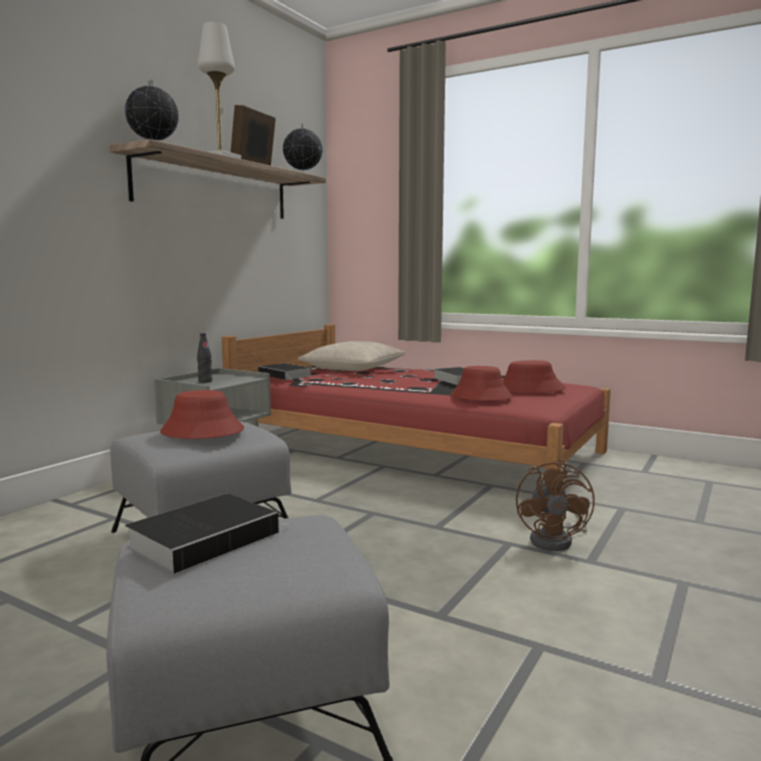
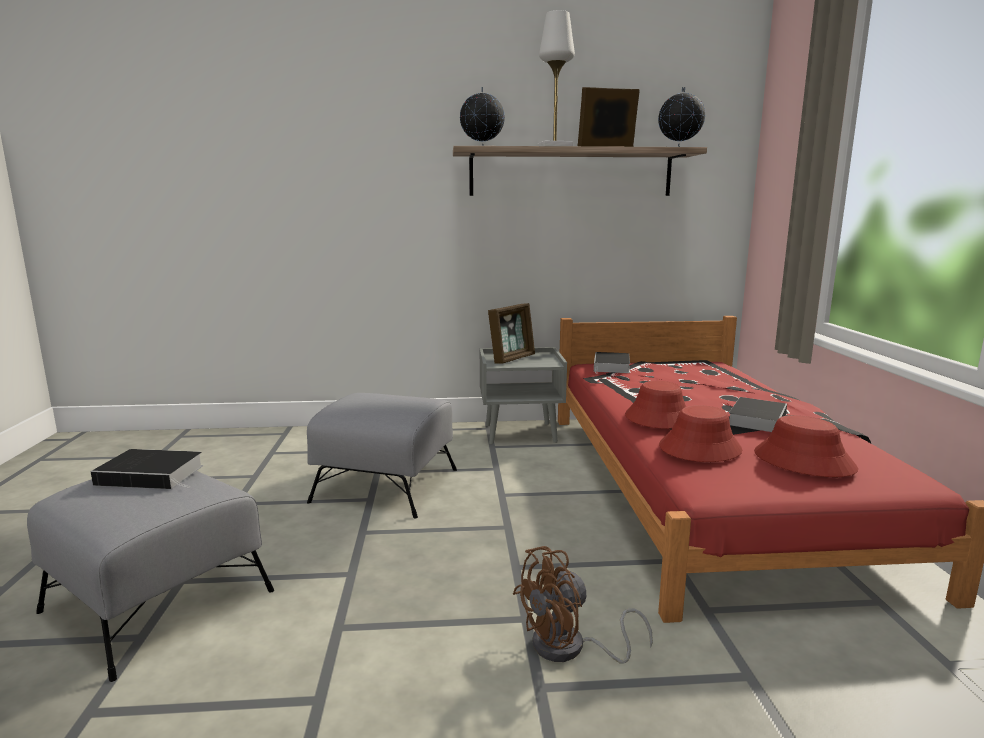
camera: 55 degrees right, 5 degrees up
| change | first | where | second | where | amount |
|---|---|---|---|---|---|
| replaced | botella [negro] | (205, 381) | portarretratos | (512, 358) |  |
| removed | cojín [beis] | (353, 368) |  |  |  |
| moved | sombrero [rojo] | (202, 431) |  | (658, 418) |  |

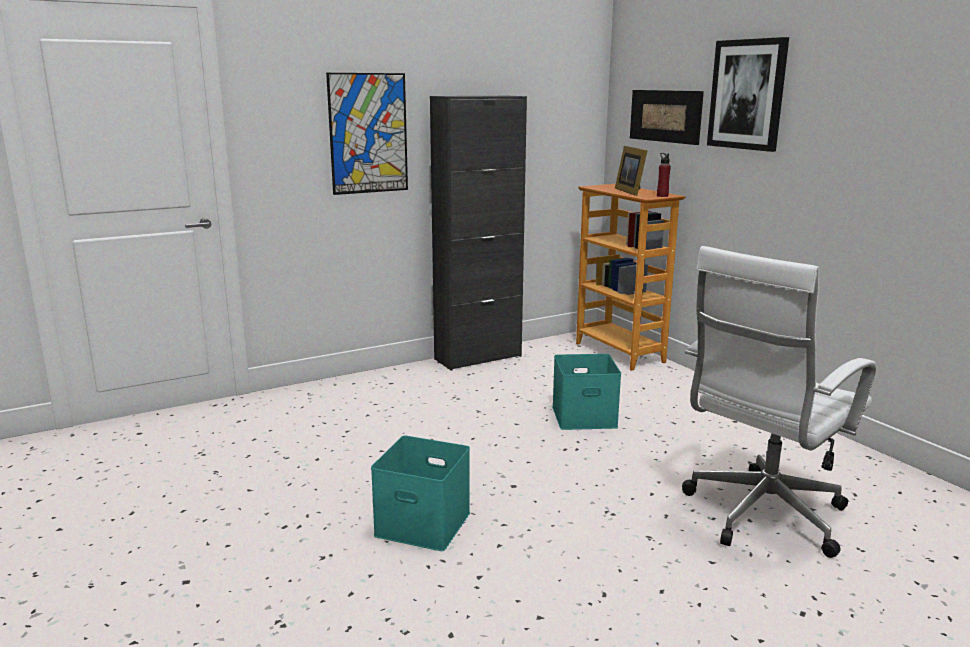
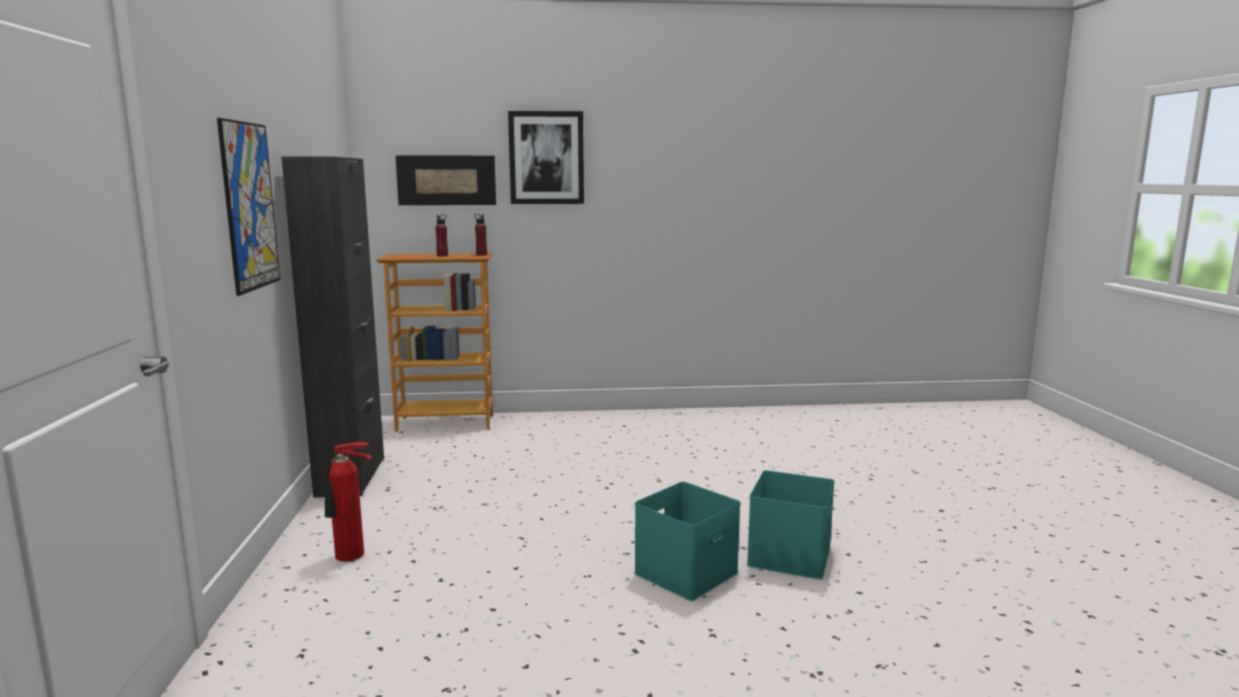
camera: 65 degrees left, 5 degrees down
| change | first | where | second | where | amount |
|---|---|---|---|---|---|
| replaced | portarretratos | (631, 191) | botella [rojo] | (442, 256) |  |
| removed | silla de oficina [blanco] | (760, 517) |  |  |  |
| moved | caja de almacenaje [turquesa] | (583, 417) |  | (791, 557) |  |
| added |  |  | extintor | (350, 556) |  |

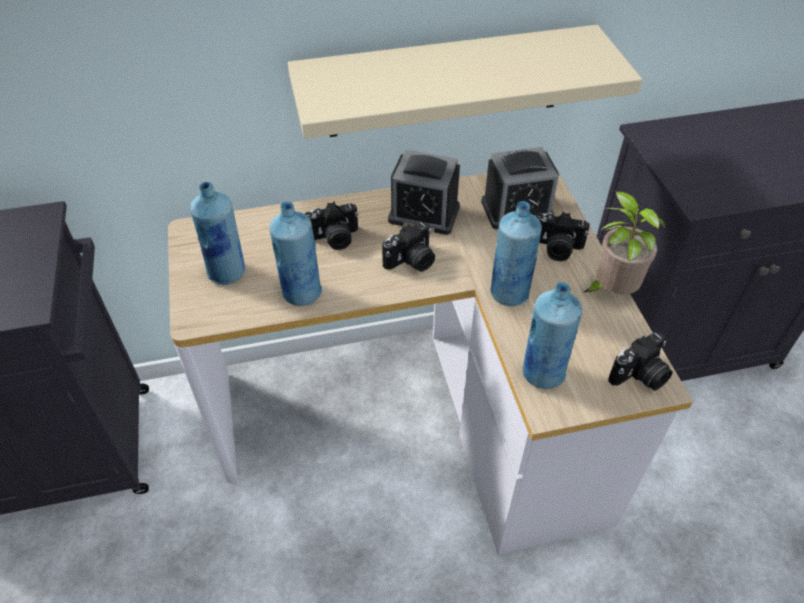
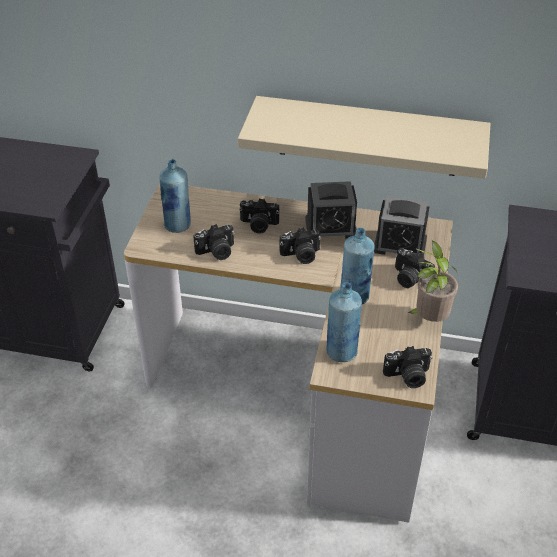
camera: 25 degrees right, 5 degrees down
| change | first | where | second | where | amount |
|---|---|---|---|---|---|
| turned | despertador | (424, 214) |  | (330, 227) | 45 degrees counterclockwise |
| replaced | botella [azul] | (301, 293) | cámara | (216, 252) |  |

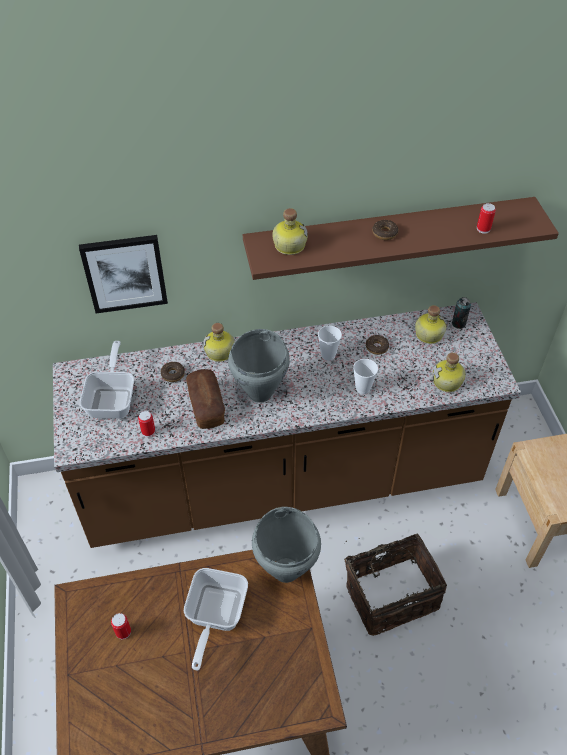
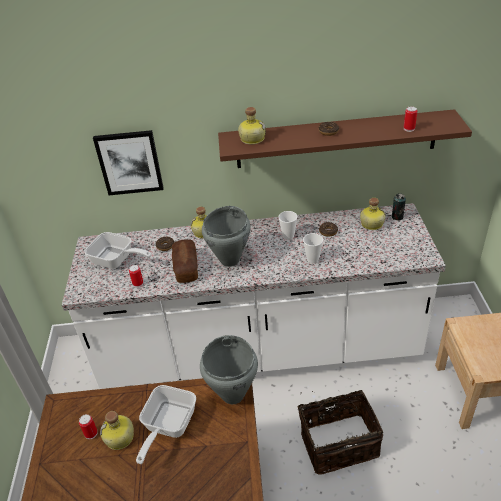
camera: 10 degrees right, 10 degrees down
| change | first | where | second | where | amount |
|---|---|---|---|---|---|
| recoloured | mueble bajo de cocina [marrón] | (283, 483) | mueble bajo de cocina [blanco] | (259, 351) |  |
| turned | sartén | (113, 398) |  | (116, 261) | 105 degrees clockwise |
| moved | botella | (447, 382) |  | (120, 438) |  |

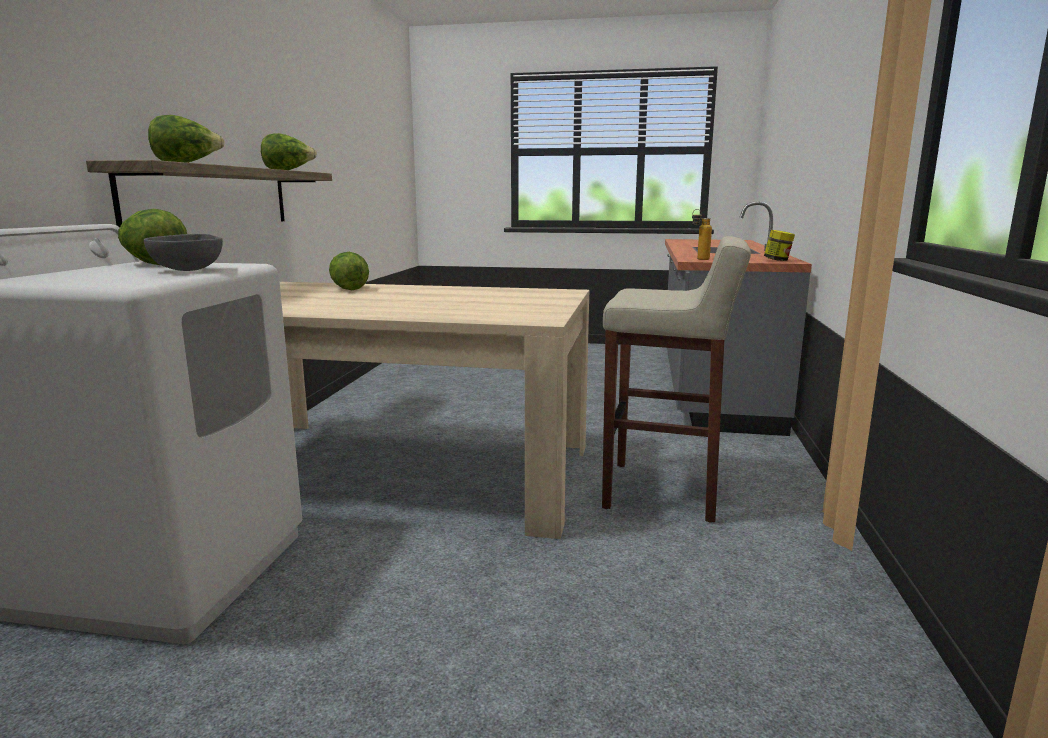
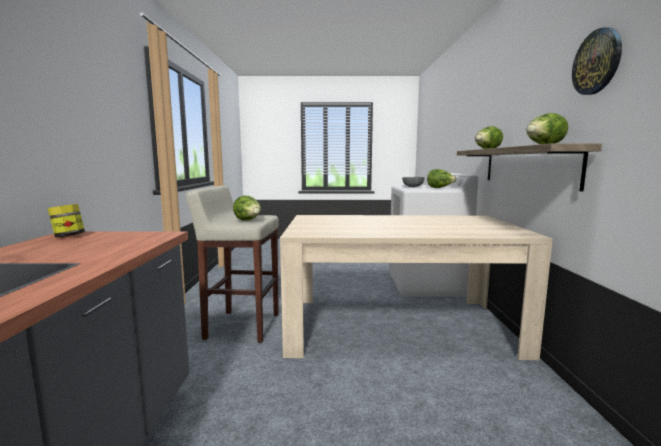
camera: 170 degrees right, 5 degrees down
| change | first | where | second | where | amount |
|---|---|---|---|---|---|
| removed | botella | (698, 259) |  |  |  |
| moved | lechuga | (348, 289) |  | (248, 221) |  |
| added |  |  | reloj de pared | (597, 62) |  |

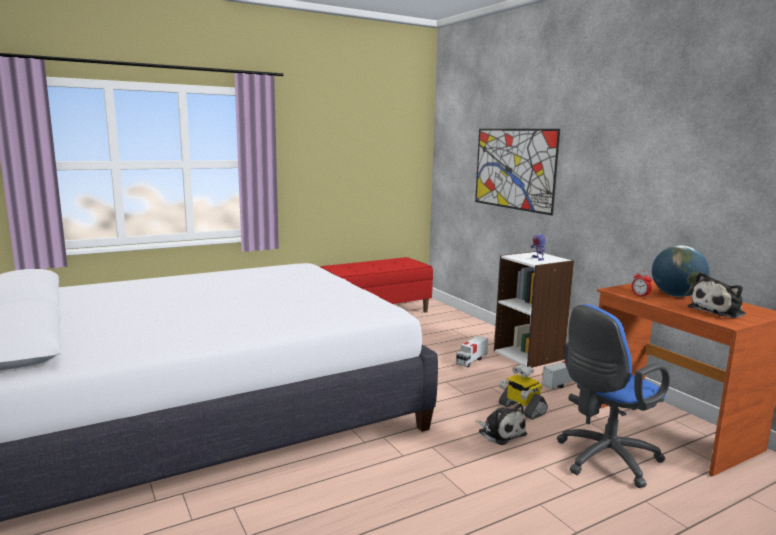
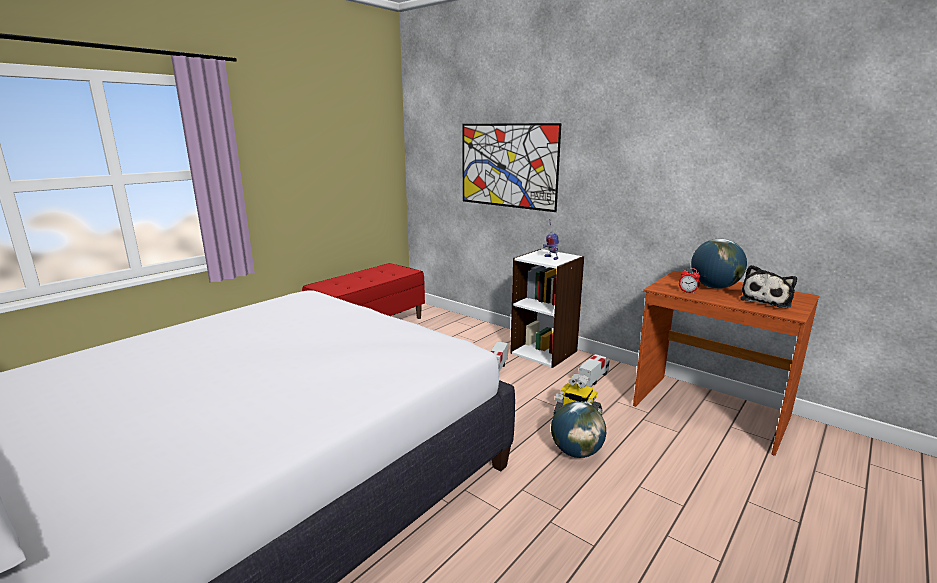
camera: 20 degrees left, 5 degrees up
| change | first | where | second | where | amount |
|---|---|---|---|---|---|
| removed | silla de oficina [azul] | (603, 460) |  |  |  |
| replaced | peluche | (500, 432) | globo terráqueo | (576, 452) |  |

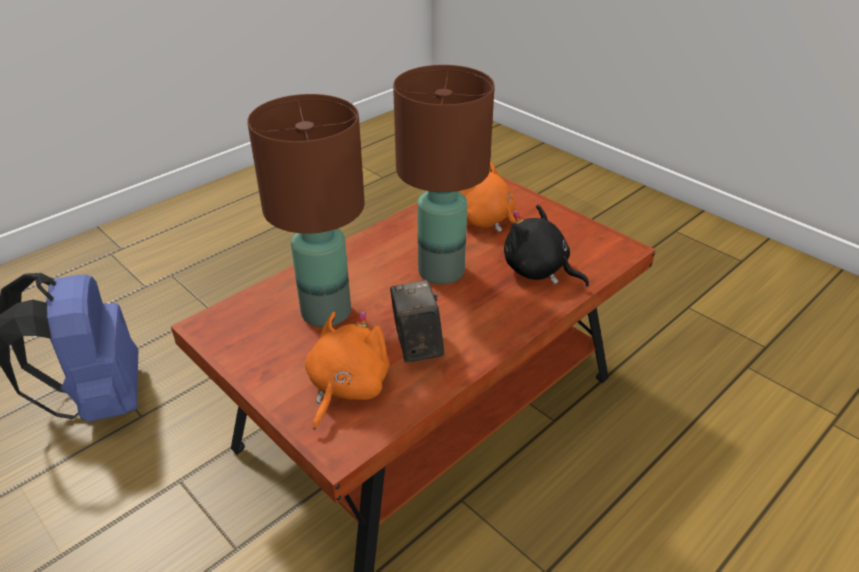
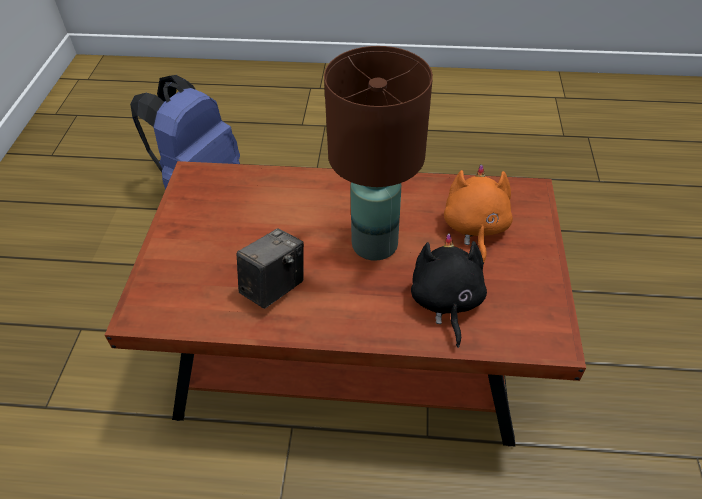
camera: 50 degrees right, 10 degrees up
| change | first | where | second | where | amount |
|---|---|---|---|---|---|
| removed | lámpara de mesa [marrón] | (325, 311) |  |  |  |
| removed | peluche [naranja] | (346, 387) |  |  |  |

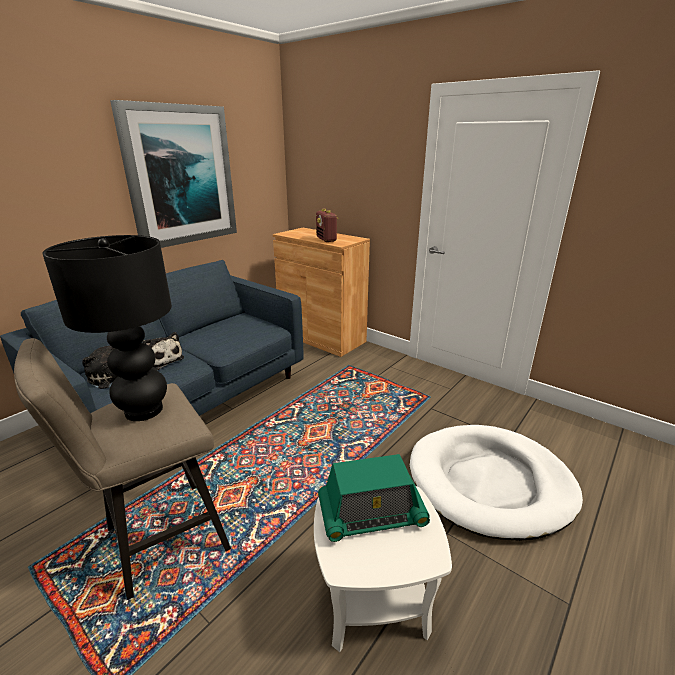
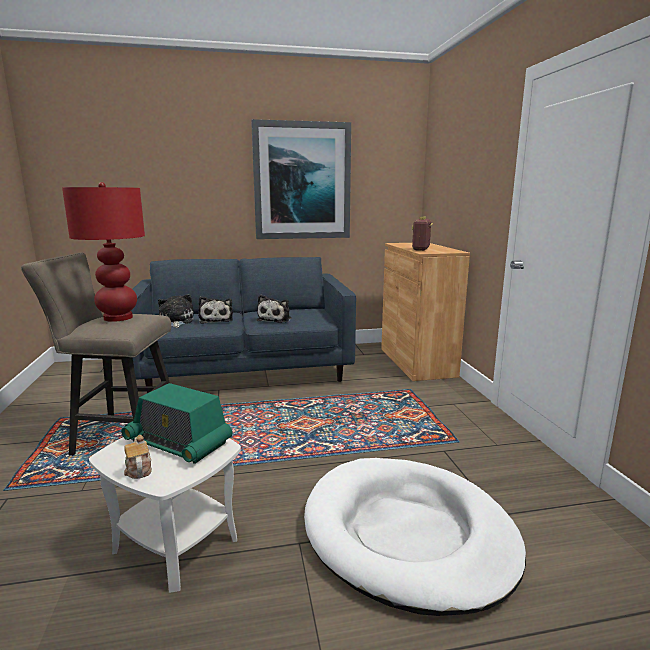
camera: 40 degrees right, 10 degrees down
| change | first | where | second | where | amount |
|---|---|---|---|---|---|
| recoloured | lámpara de mesa [negro] | (143, 410) | lámpara de mesa [rojo] | (118, 318) |  |
| added |  |  | peluche | (275, 319) |  |
| added |  |  | tetera | (138, 469) |  |

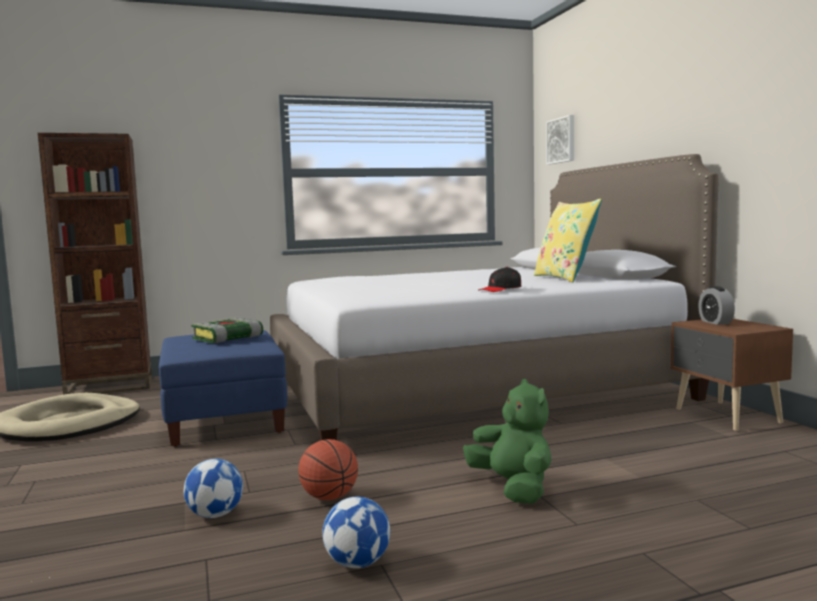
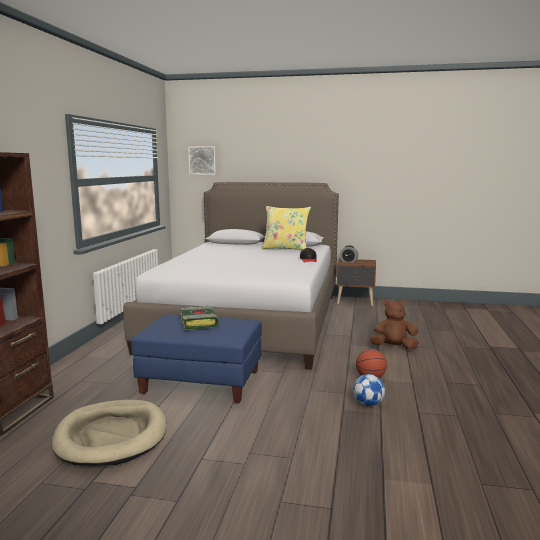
camera: 60 degrees left, 5 degrees up
| change | first | where | second | where | amount |
|---|---|---|---|---|---|
| recoloured | peluche [verde] | (513, 488) | peluche [marrón] | (393, 347) |  |
| removed | balón de fútbol | (357, 563) |  |  |  |

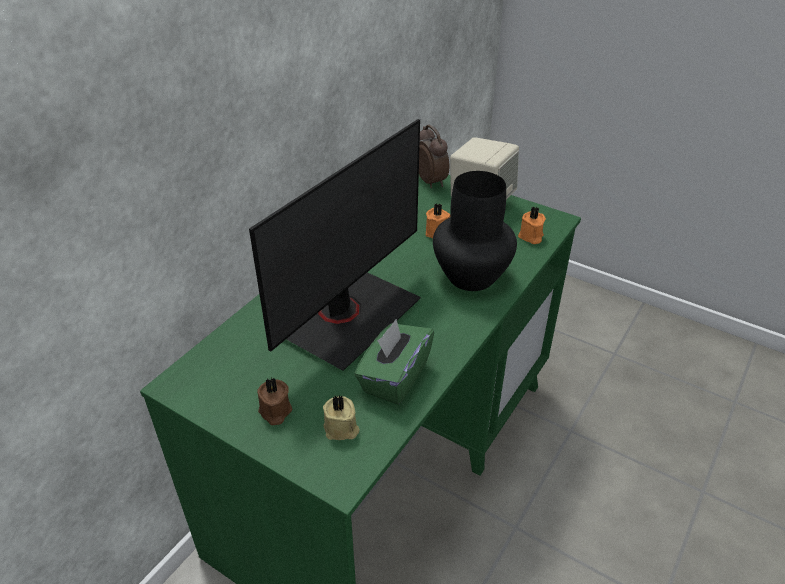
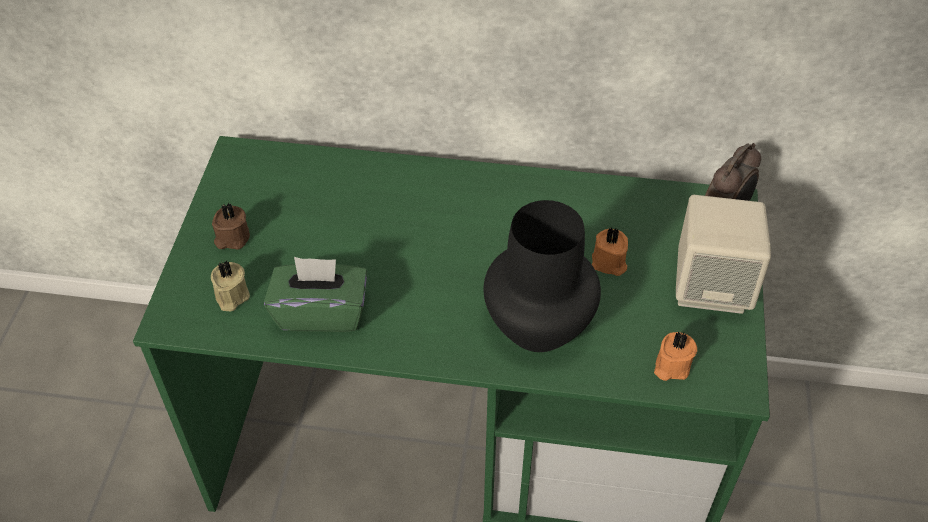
camera: 65 degrees right, 10 degrees up
| change | first | where | second | where | amount |
|---|---|---|---|---|---|
| removed | monitor | (347, 316) |  |  |  |

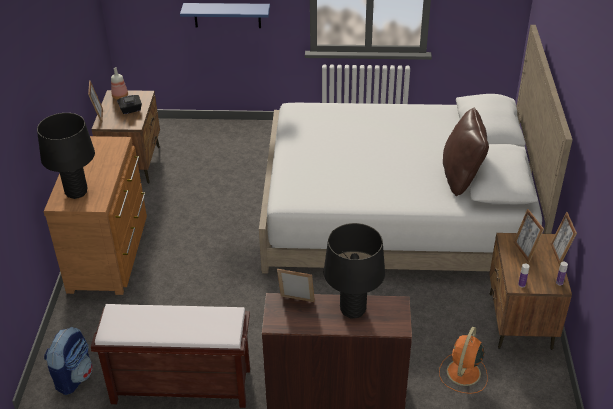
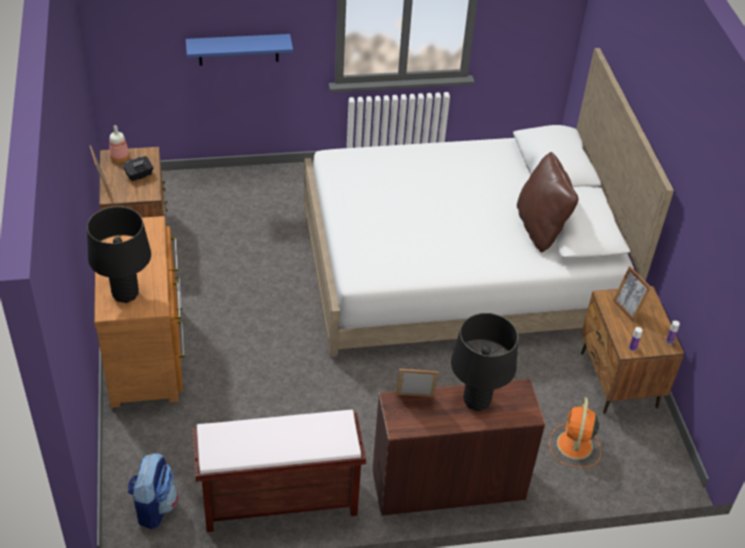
camera: 15 degrees left, 5 degrees up
| change | first | where | second | where | amount |
|---|---|---|---|---|---|
| removed | portarretratos | (559, 254) |  |  |  |

